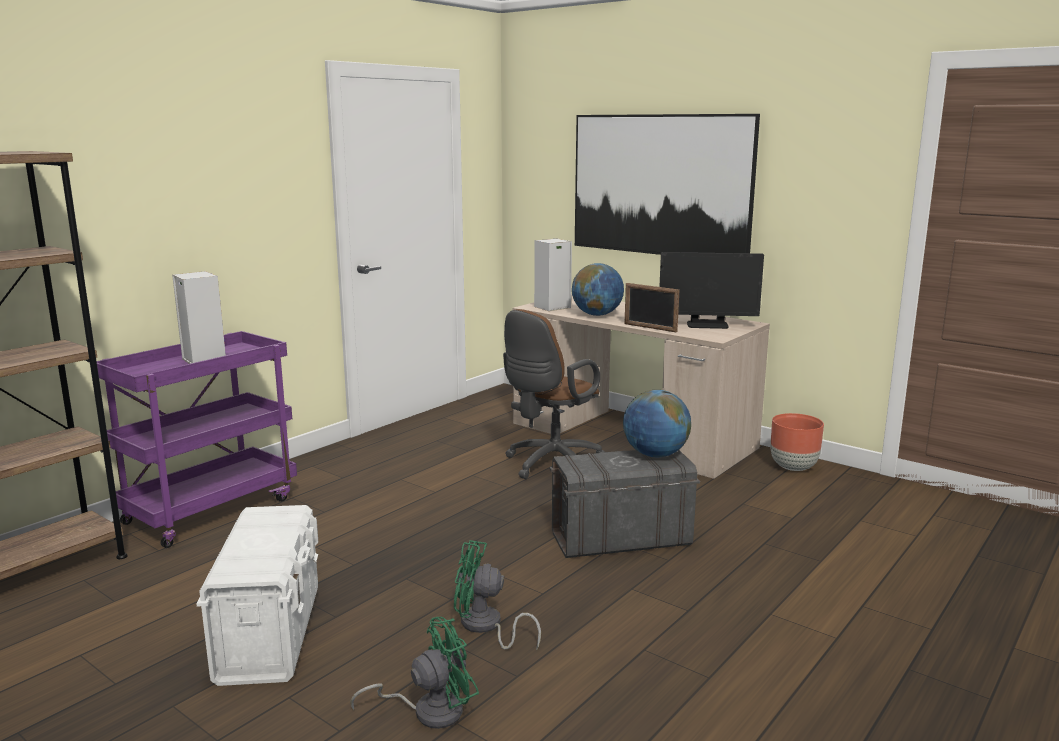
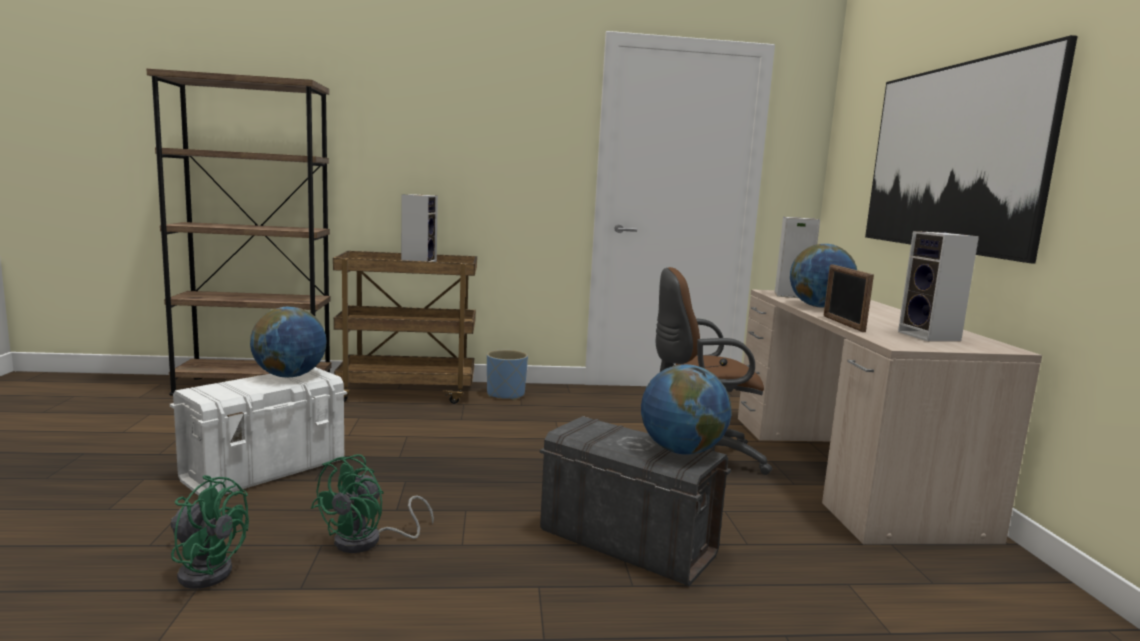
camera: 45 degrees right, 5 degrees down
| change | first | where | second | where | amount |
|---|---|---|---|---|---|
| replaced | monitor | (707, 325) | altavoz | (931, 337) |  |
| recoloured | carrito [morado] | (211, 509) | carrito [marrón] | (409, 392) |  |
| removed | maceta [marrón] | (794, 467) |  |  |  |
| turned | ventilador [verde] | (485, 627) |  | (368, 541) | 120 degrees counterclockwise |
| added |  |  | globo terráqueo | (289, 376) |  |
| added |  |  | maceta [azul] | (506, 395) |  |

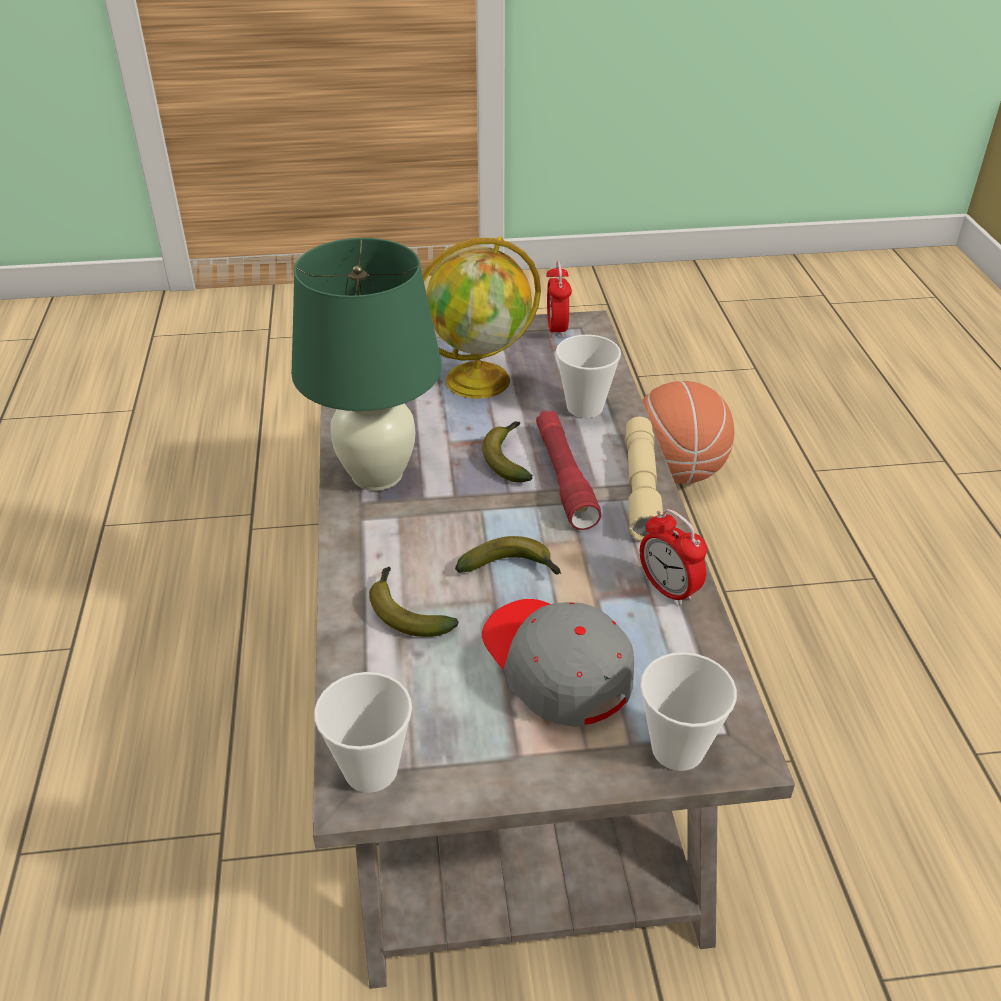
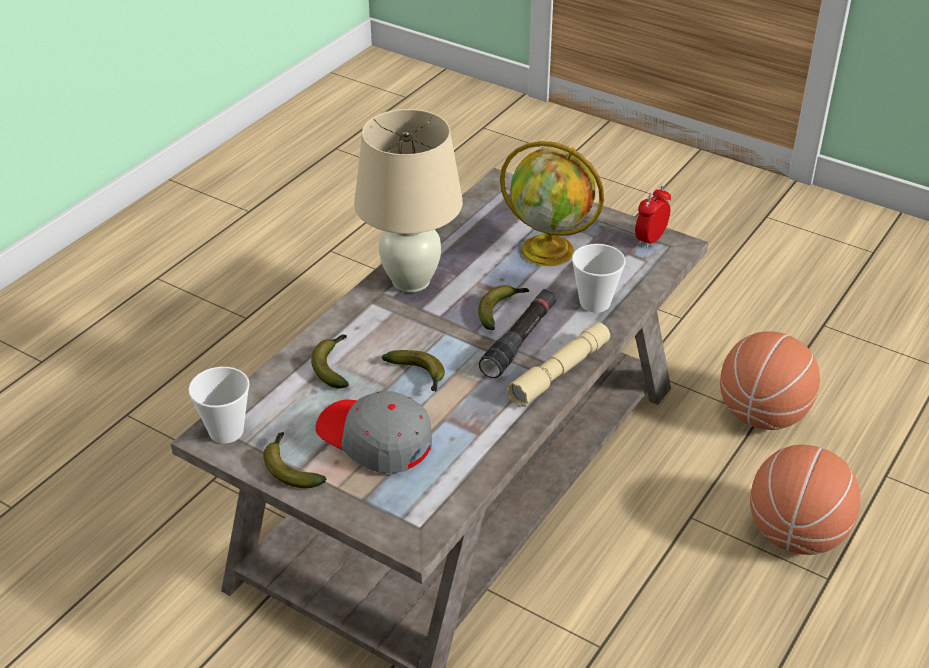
camera: 40 degrees right, 0 degrees up
| change | first | where | second | where | amount |
|---|---|---|---|---|---|
| recoloured | lámpara de mesa [verde] | (378, 475) | lámpara de mesa [beis] | (411, 281) |  |
| recoloured | linterna [rojo] | (564, 477) | linterna [negro] | (519, 340) |  |
| removed | despertador | (668, 589) |  |  |  |
| turned | gorra [gris] | (555, 666) |  | (374, 439) | 60 degrees counterclockwise |
| removed | taza | (677, 749) |  |  |  |
| added |  |  | plátano | (290, 467) |  |
| added |  |  | balón de baloncesto | (796, 534) |  |

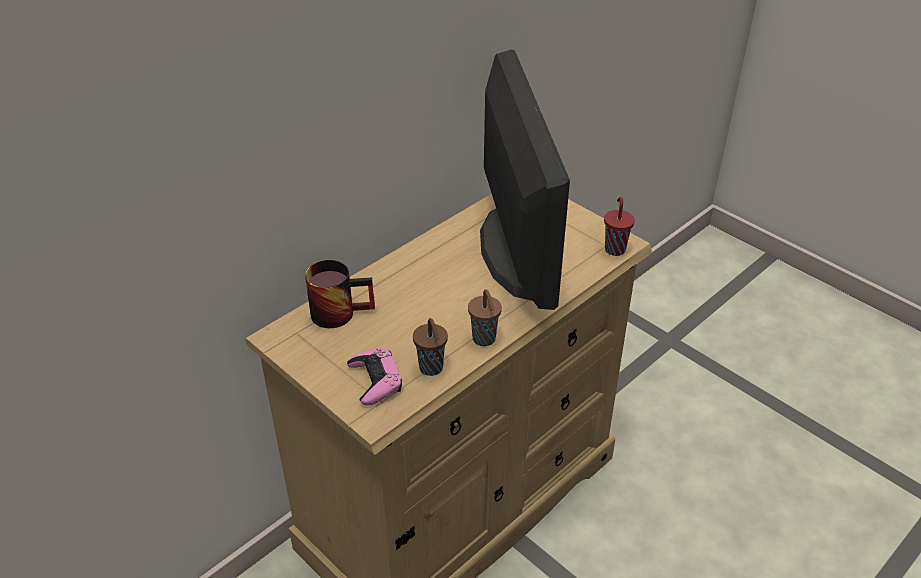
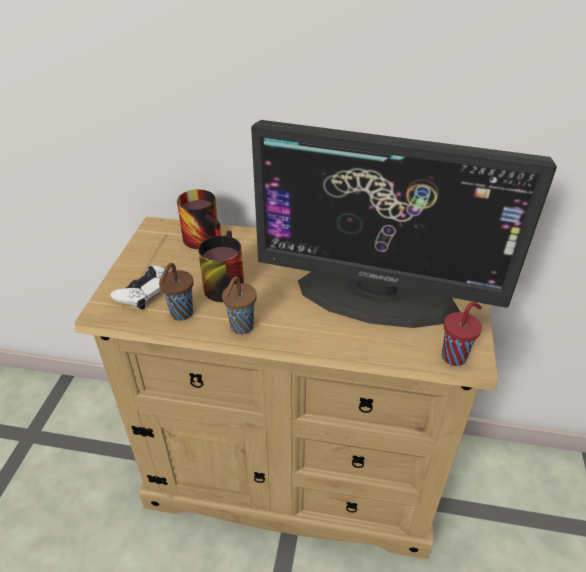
camera: 55 degrees right, 0 degrees up
| change | first | where | second | where | amount |
|---|---|---|---|---|---|
| turned | monitor | (518, 250) |  | (377, 294) | 60 degrees clockwise |
| recoloured | mando de consola [rosa] | (375, 381) | mando de consola [blanco] | (145, 291) |  |
| added |  |  | taza grande | (222, 283) |  |

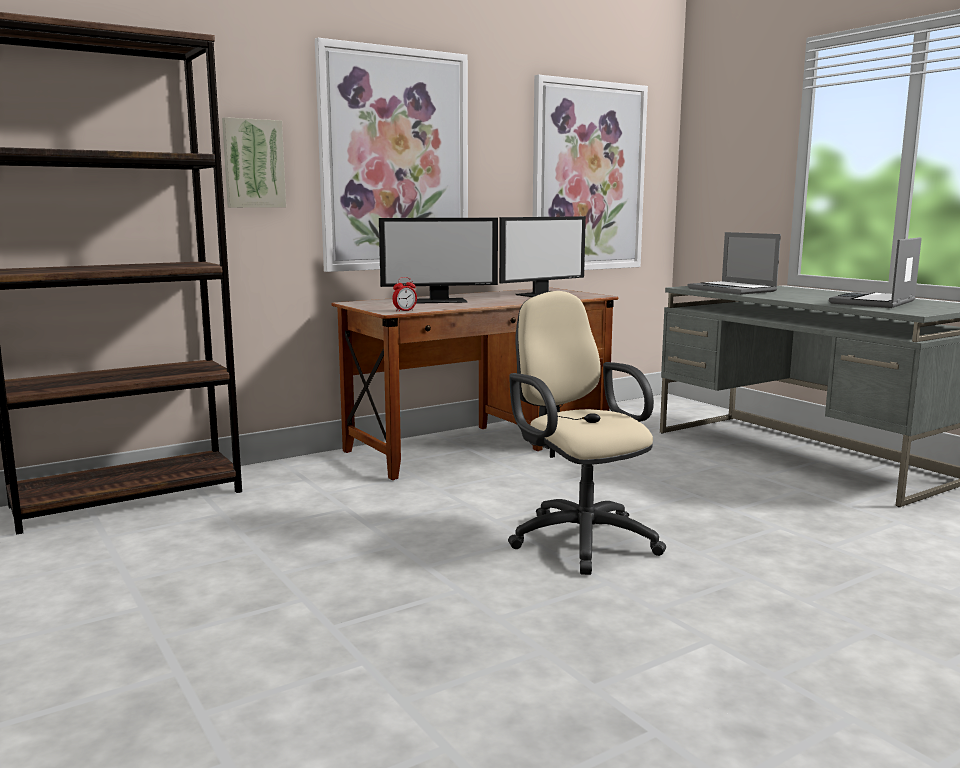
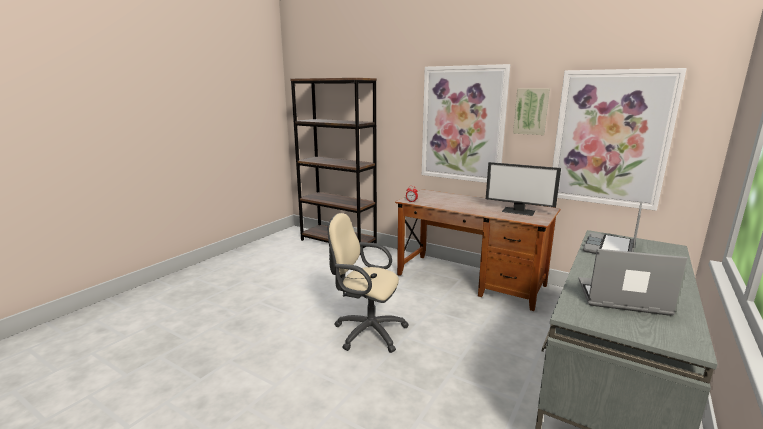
camera: 65 degrees right, 5 degrees up
| change | first | where | second | where | amount |
|---|---|---|---|---|---|
| moved | cuadro | (253, 164) |  | (531, 111) |  |
| removed | monitor | (440, 301) |  |  |  |
| turned | silla de oficina [beis] | (579, 538) |  | (366, 332) | 105 degrees counterclockwise |

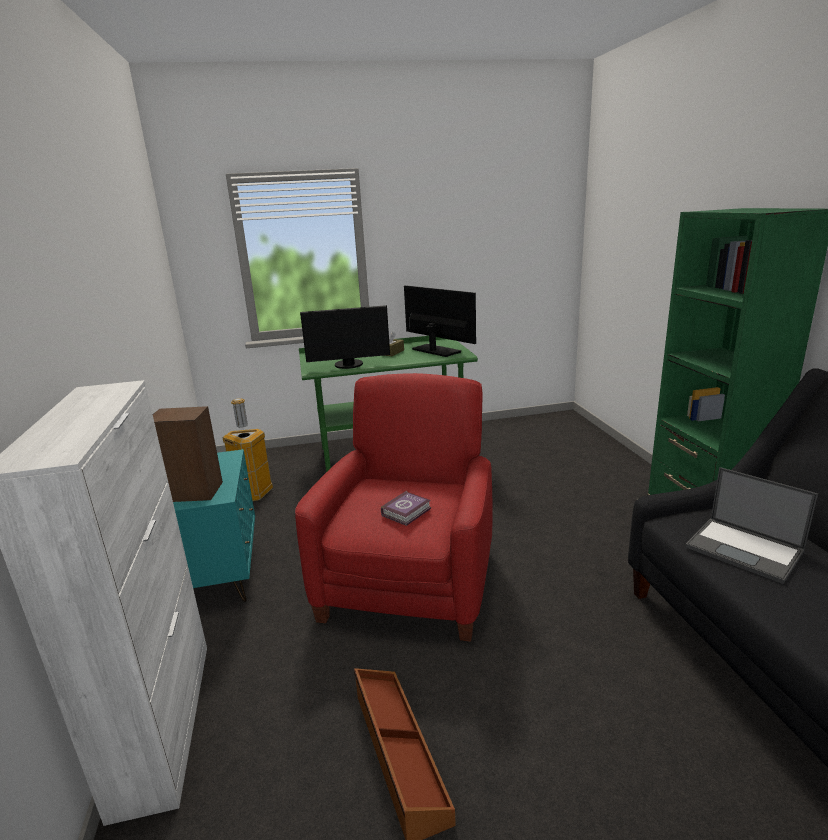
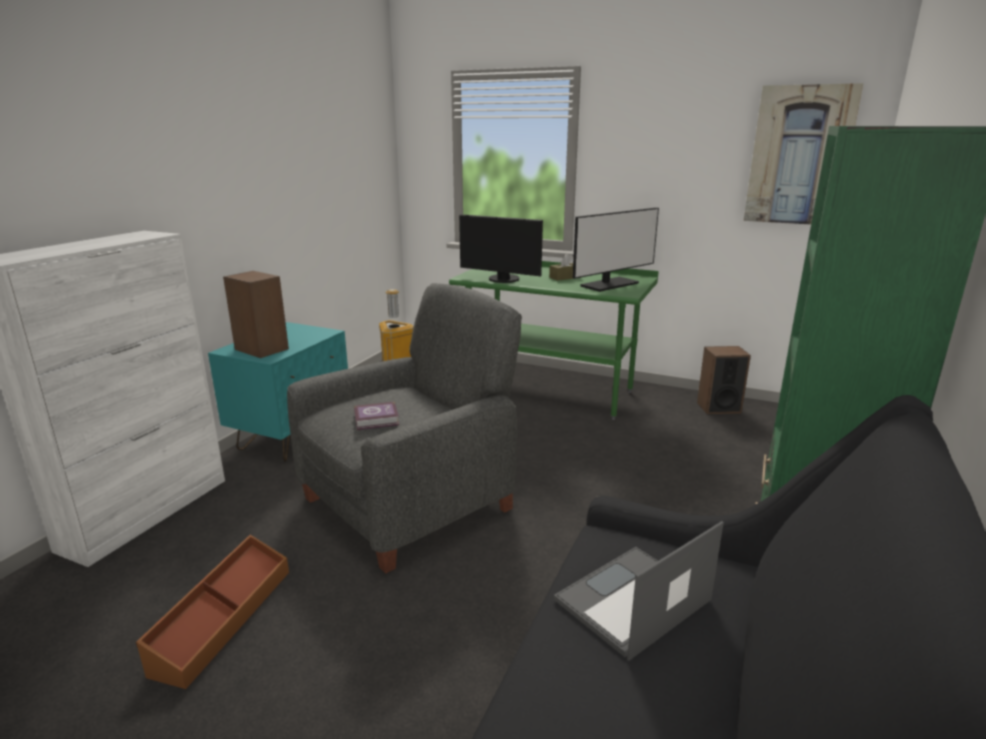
camera: 35 degrees right, 0 degrees up
| change | first | where | second | where | amount |
|---|---|---|---|---|---|
| turned | monitor | (436, 351) |  | (609, 284) | 60 degrees clockwise |
| recoloured | sillón [rojo] | (410, 581) | sillón [gris] | (411, 502) |  |
| turned | portátil | (745, 549) |  | (632, 601) | 60 degrees clockwise |
| added |  |  | cuadro | (799, 156) |  |
| added |  |  | altavoz | (718, 407) |  |

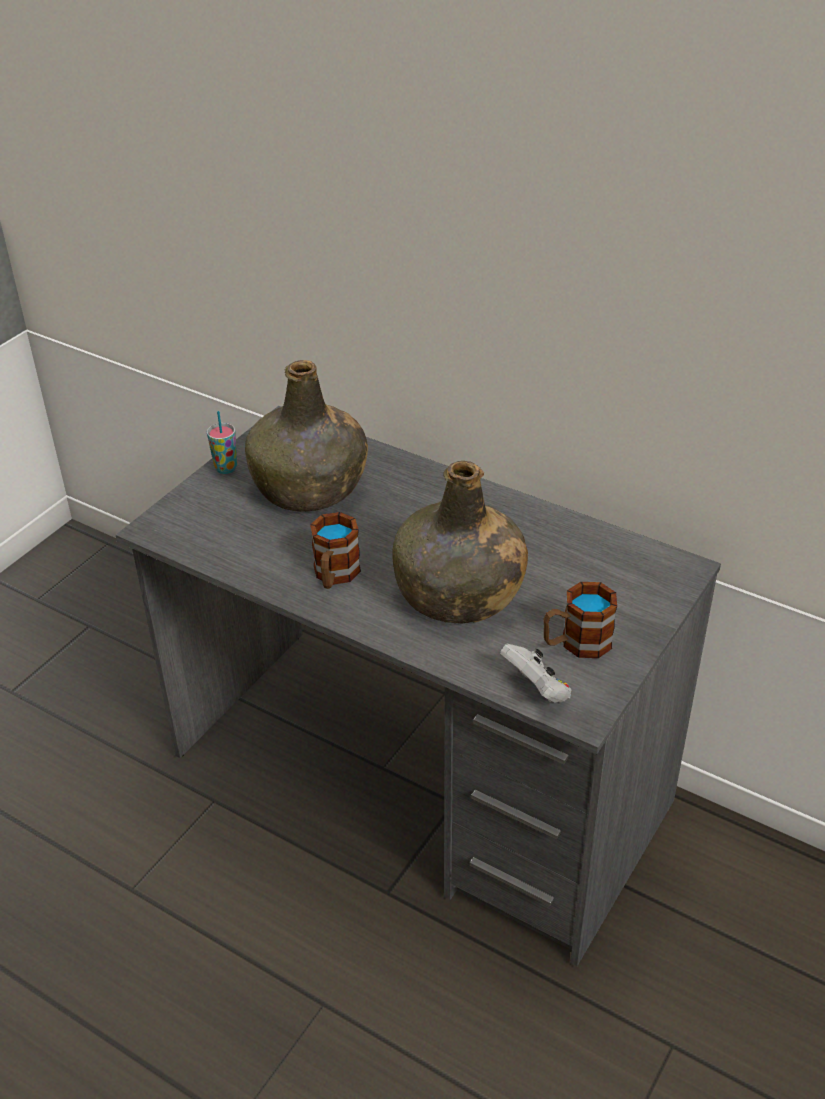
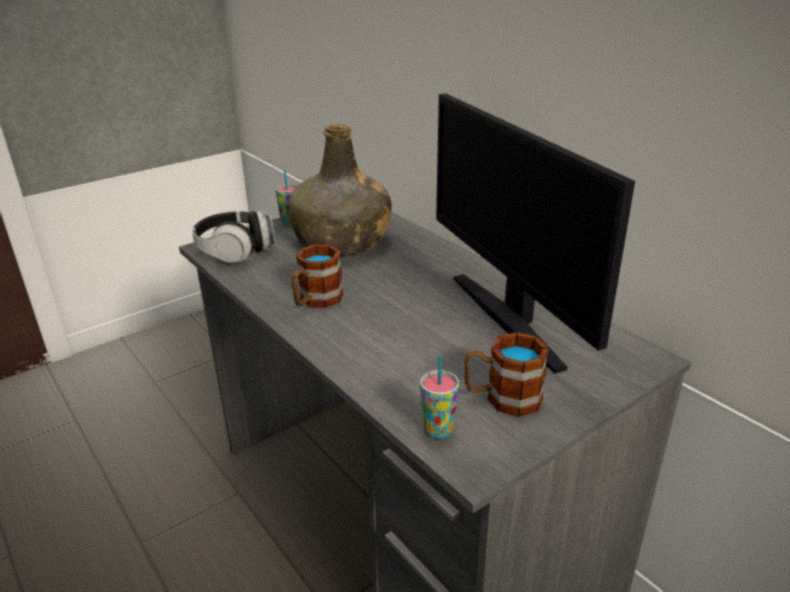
camera: 20 degrees right, 10 degrees down
| change | first | where | second | where | amount |
|---|---|---|---|---|---|
| removed | botella [verde] | (458, 594) |  |  |  |
| replaced | mando de consola [blanco] | (537, 690) | taza | (438, 430) |  |
| added |  |  | monitor | (509, 318) |  |
| added |  |  | auriculares | (235, 250) |  |

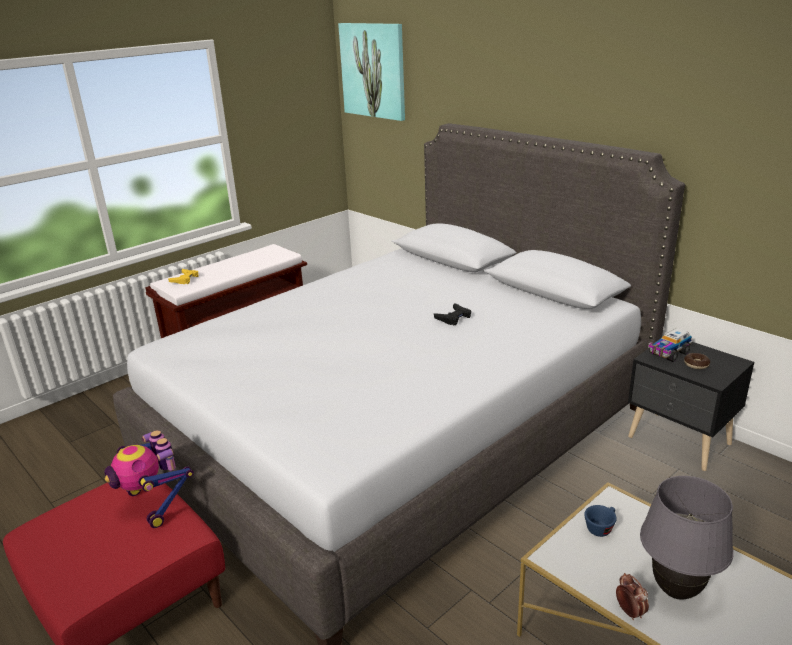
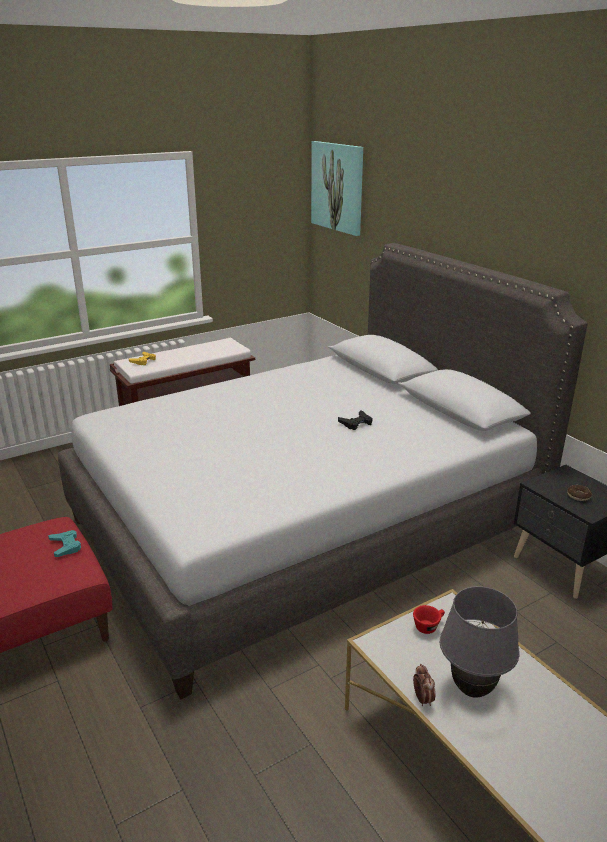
camera: 10 degrees right, 0 degrees up
| change | first | where | second | where | amount |
|---|---|---|---|---|---|
| removed | camión de juguete | (668, 353) |  |  |  |
| replaced | robot de juguete | (155, 504) | mando de consola [turquesa] | (65, 546) |  |
| recoloured | taza [azul] | (600, 527) | taza [rojo] | (428, 626) |  |

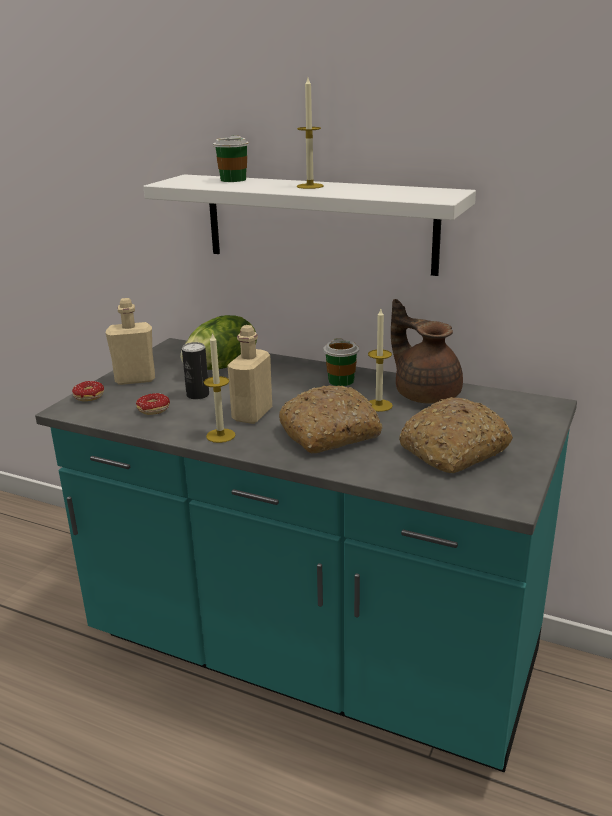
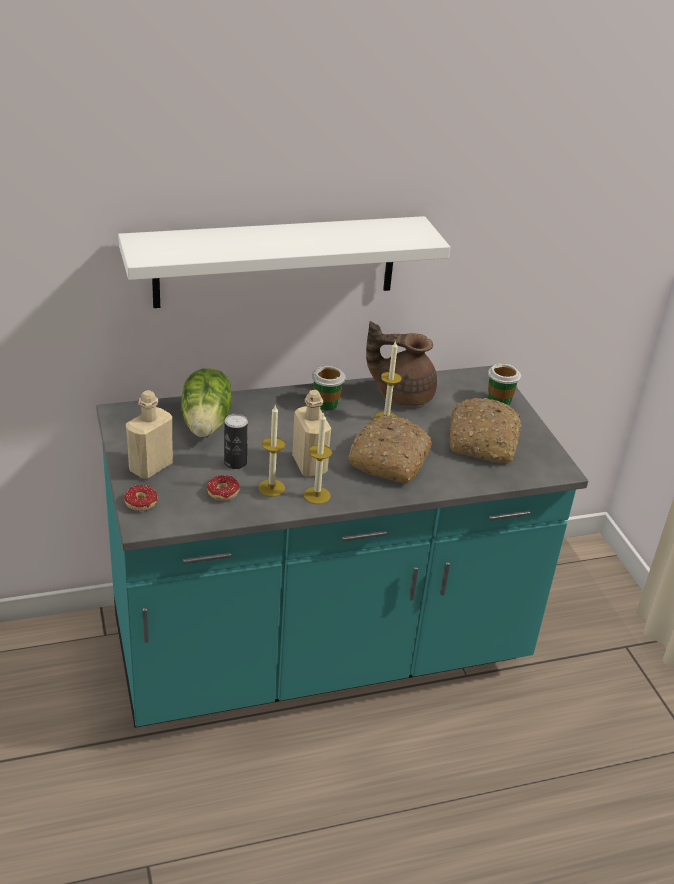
camera: 45 degrees left, 10 degrees up
| change | first | where | second | where | amount |
|---|---|---|---|---|---|
| moved | vela | (310, 186) |  | (271, 488) |  |
| moved | taza | (233, 180) |  | (499, 400) |  |

